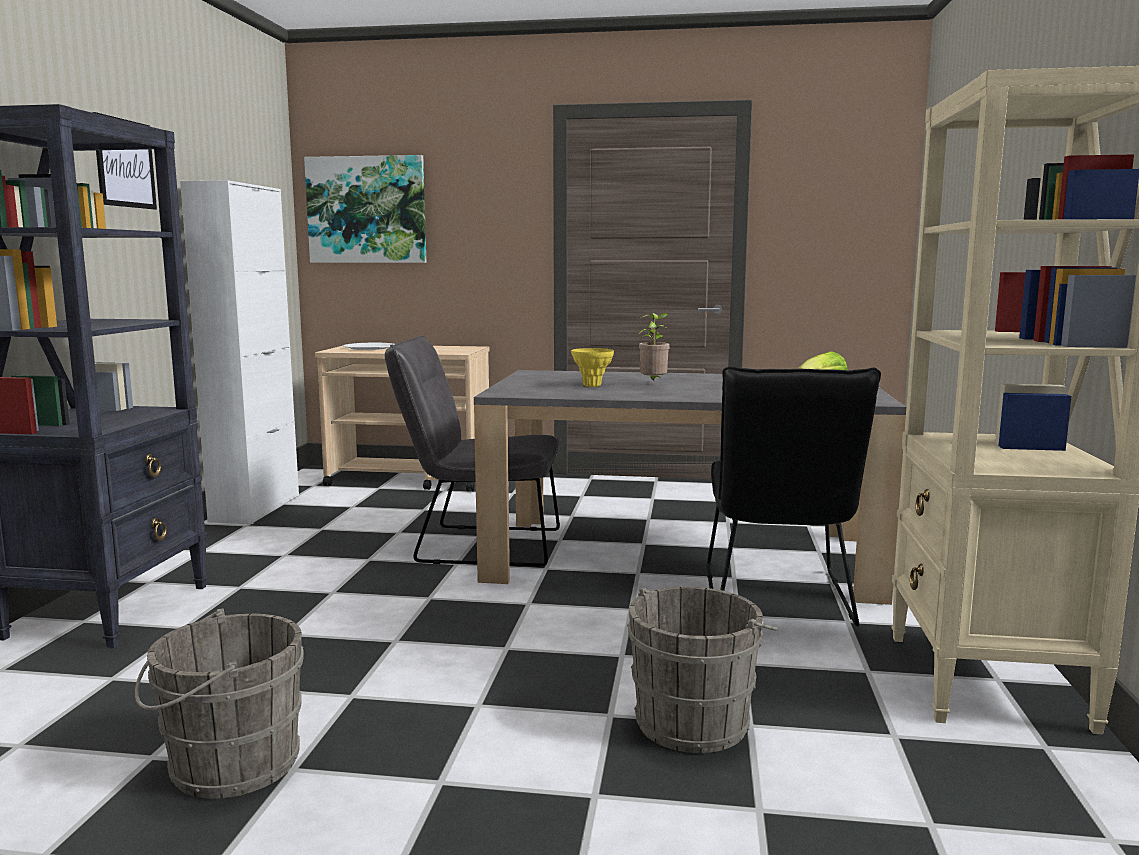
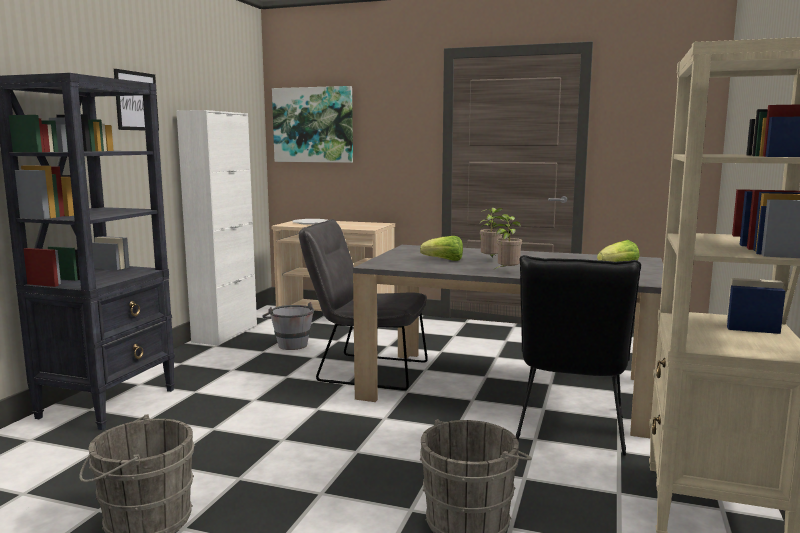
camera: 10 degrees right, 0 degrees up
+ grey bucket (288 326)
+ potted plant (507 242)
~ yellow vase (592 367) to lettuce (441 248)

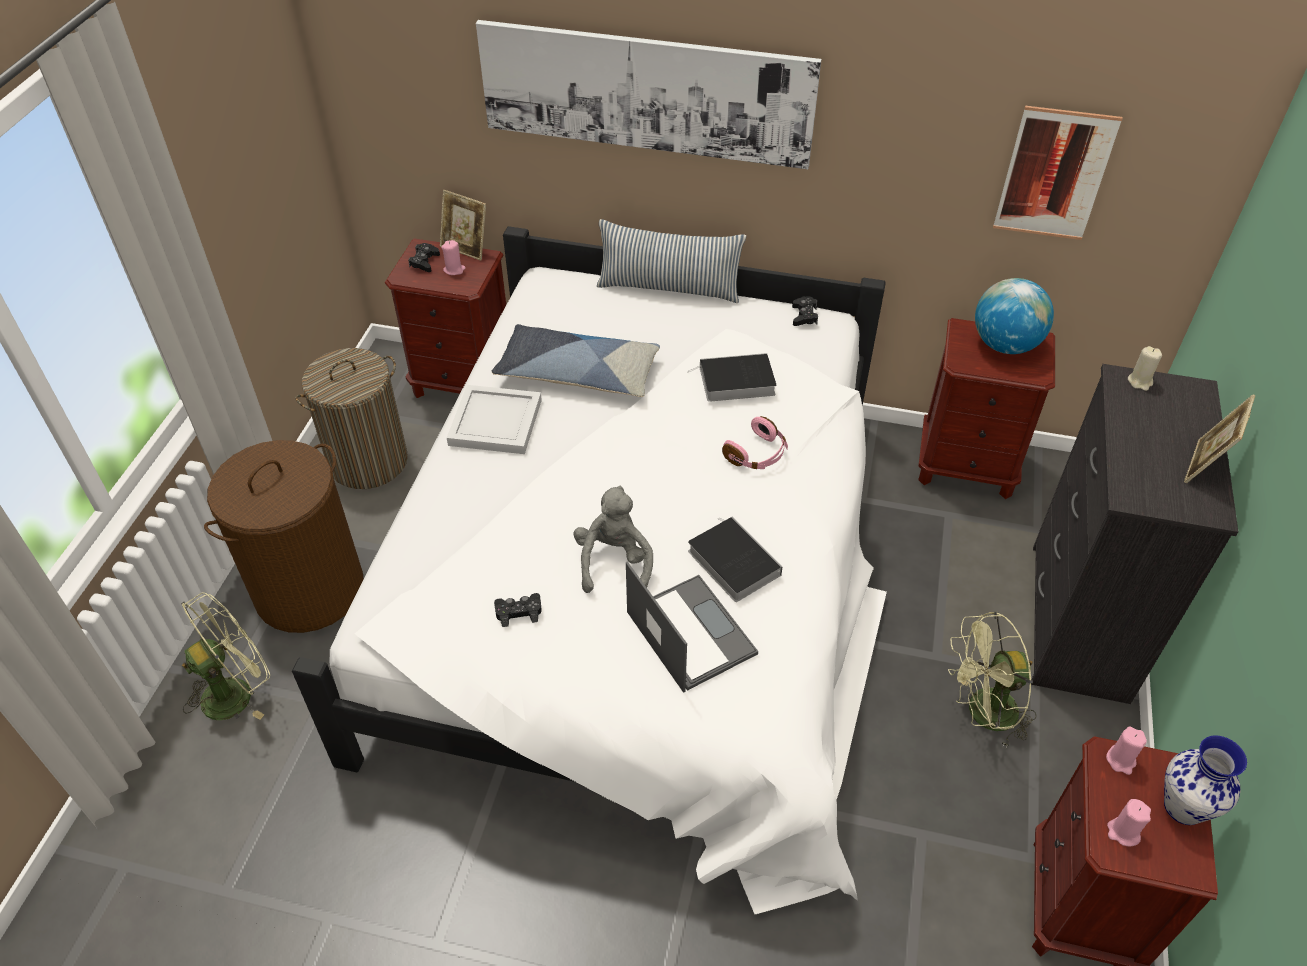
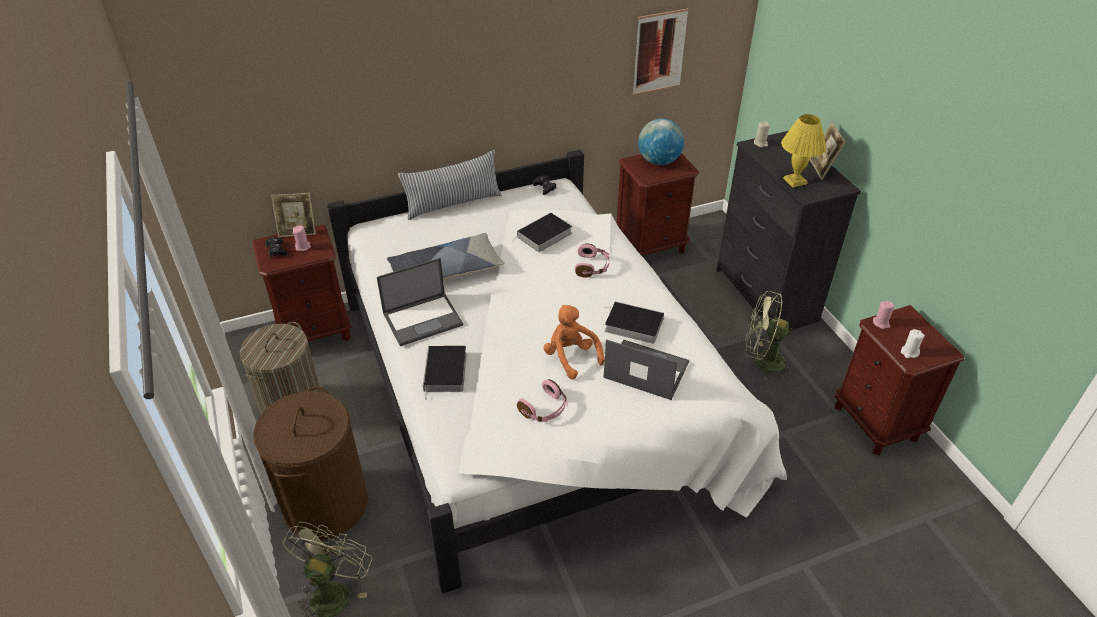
camera: 35 degrees left, 5 degrees down
- picture (649 94)
- vase (1205 780)
+ book (445 373)
+ yellow table lamp (803 151)
~ white tray (494 419) to laptop (420 302)
~ black game controller (518 610) to pink headphones (542 400)
~ grey plush toy (613 539) to orange plush toy (574 342)
~ pink candle (1129 822) to white candle (913 343)
~ green fan (992 680) = (770 335) 60 degrees clockwise

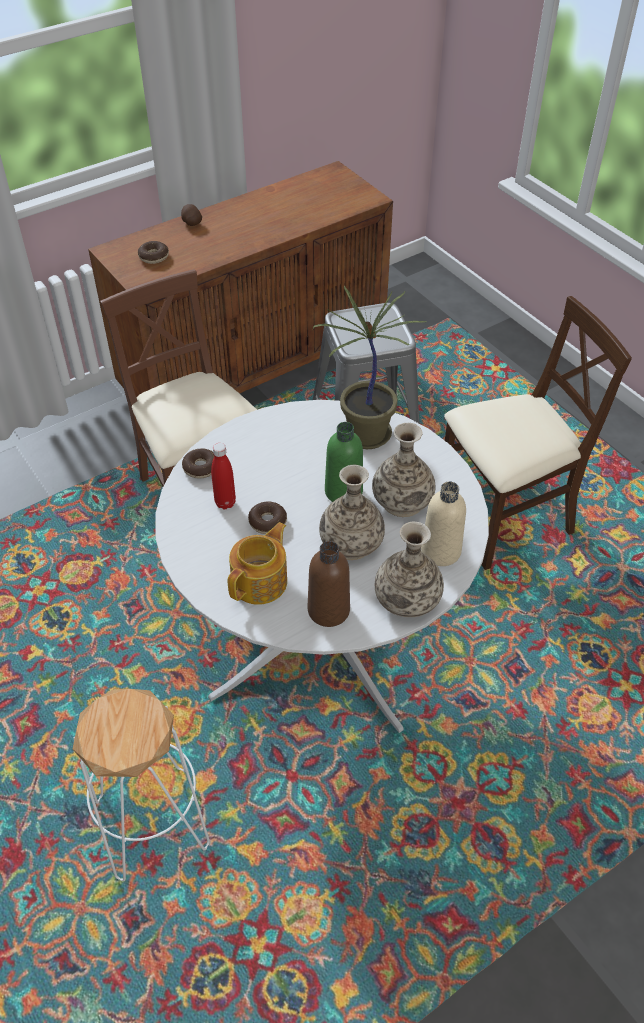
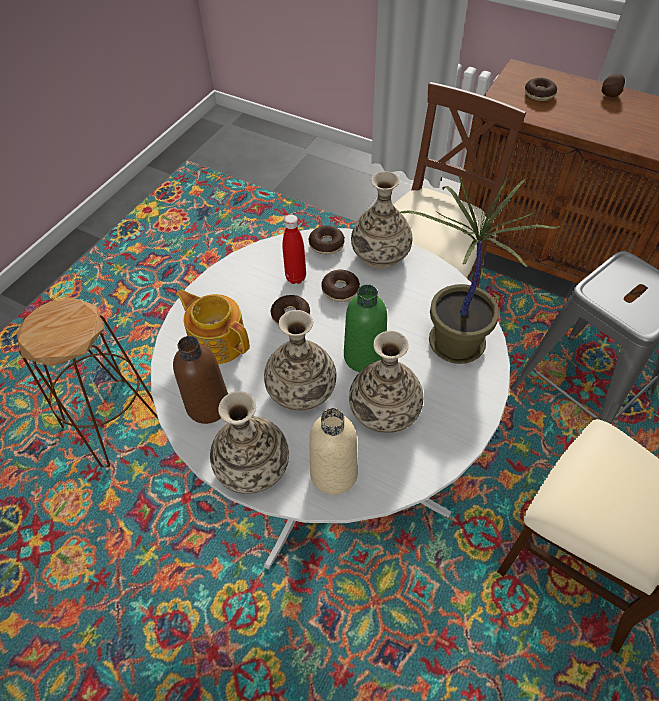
camera: 65 degrees right, 5 degrees up
+ donut (340 286)
+ vase (381 220)
~ white stool (141 785) to brown stool (87 383)
~ teapot (257 563) = (212 326) 150 degrees counterclockwise

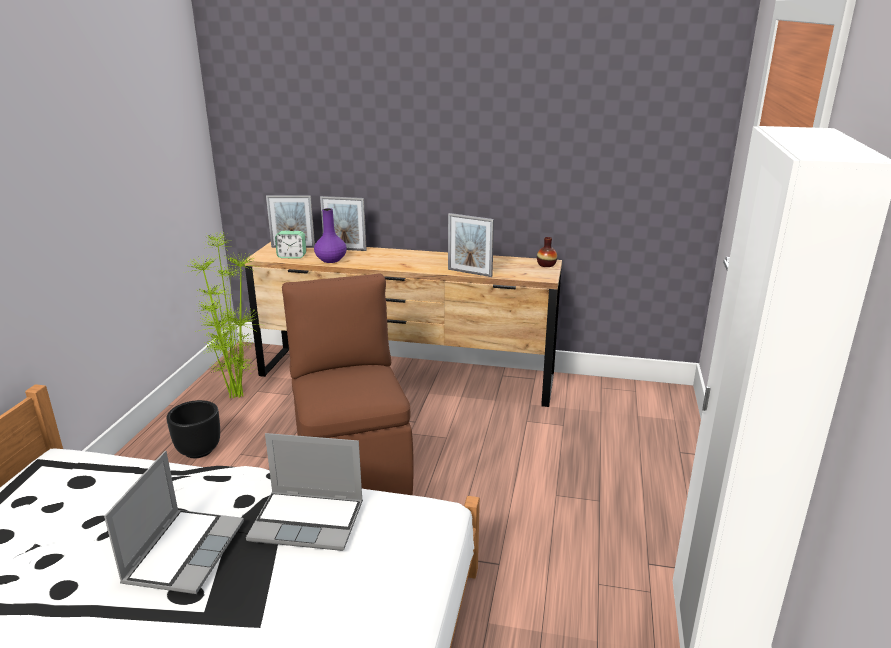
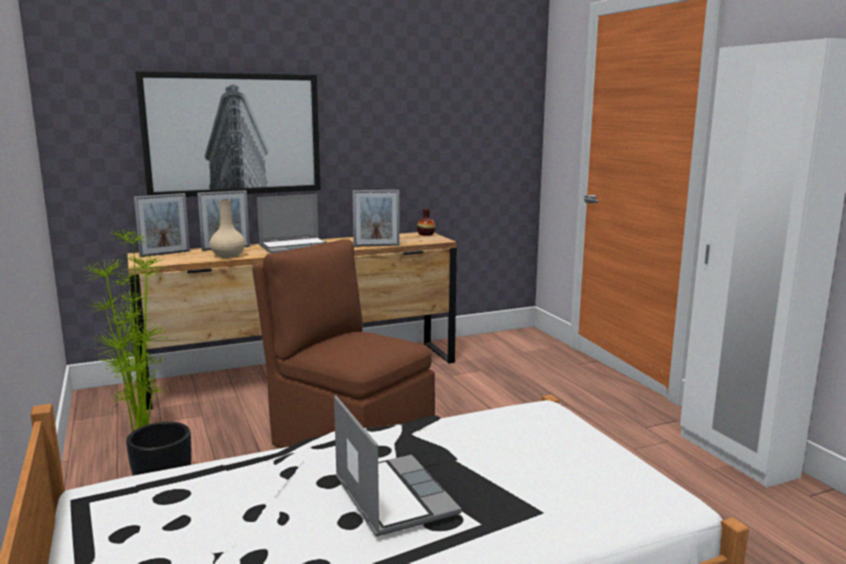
camera: 35 degrees left, 10 degrees down
- alarm clock (290 245)
+ picture (228 134)
~ laptop (304 492) to (292 223)
~ purple vase (330 235) to beige vase (228 228)

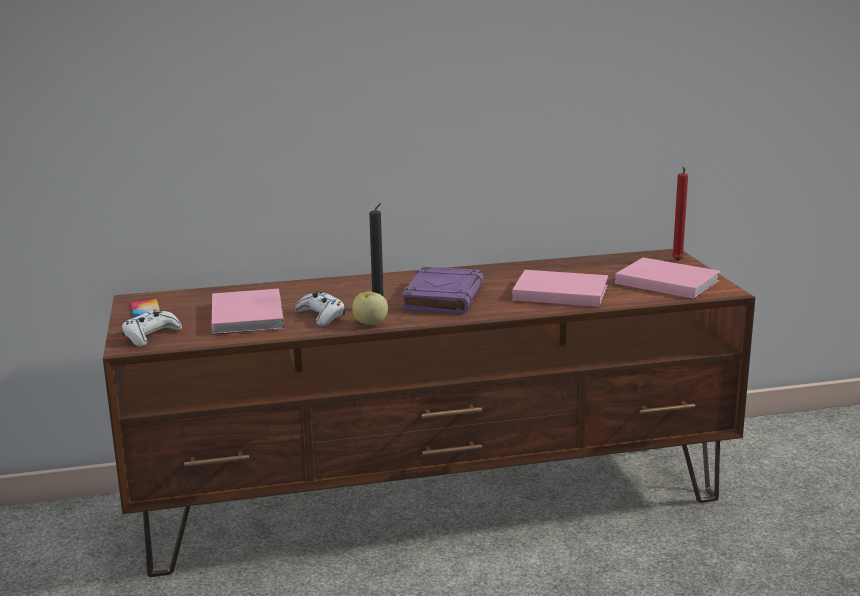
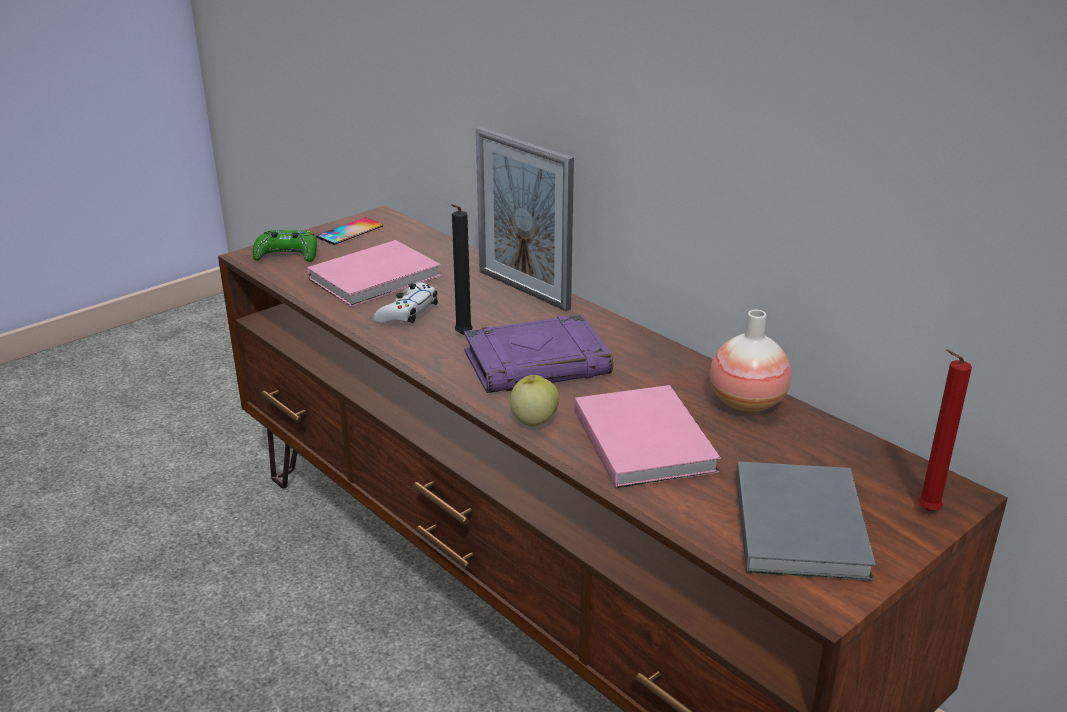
camera: 60 degrees right, 10 degrees up
+ picture frame (525 219)
+ vase (750 361)
~ apple (370 308) to (534 400)
~ white game controller (152 328) to green game controller (285 246)
~ pink book (667 278) to grey book (806 521)

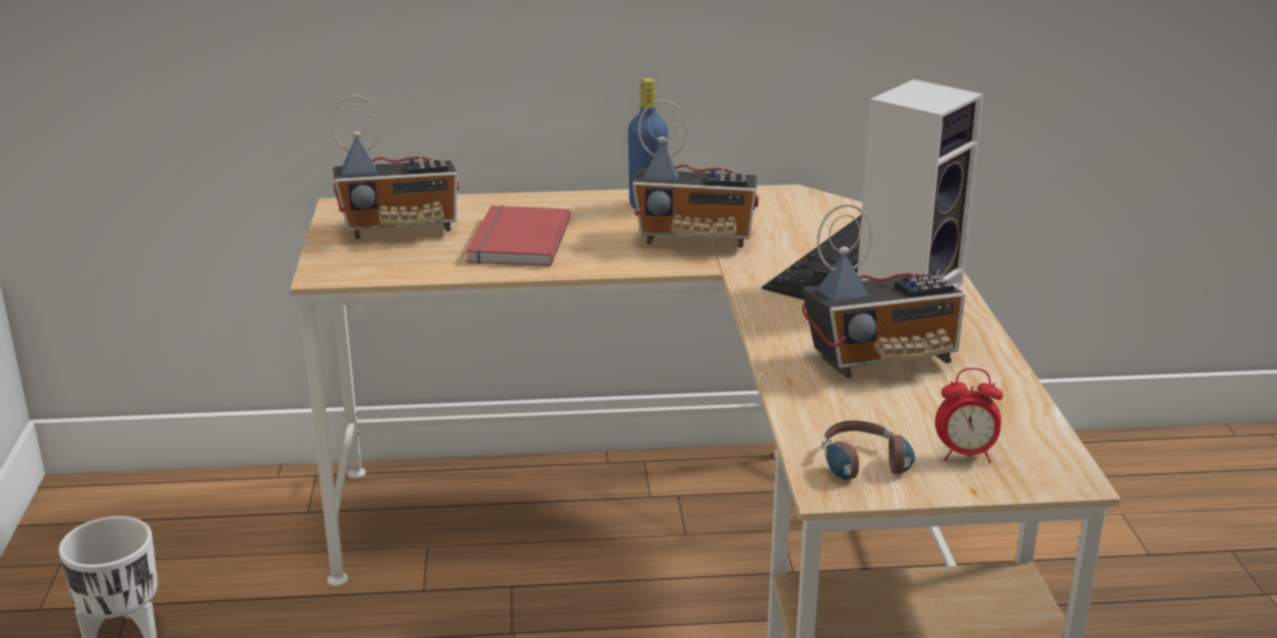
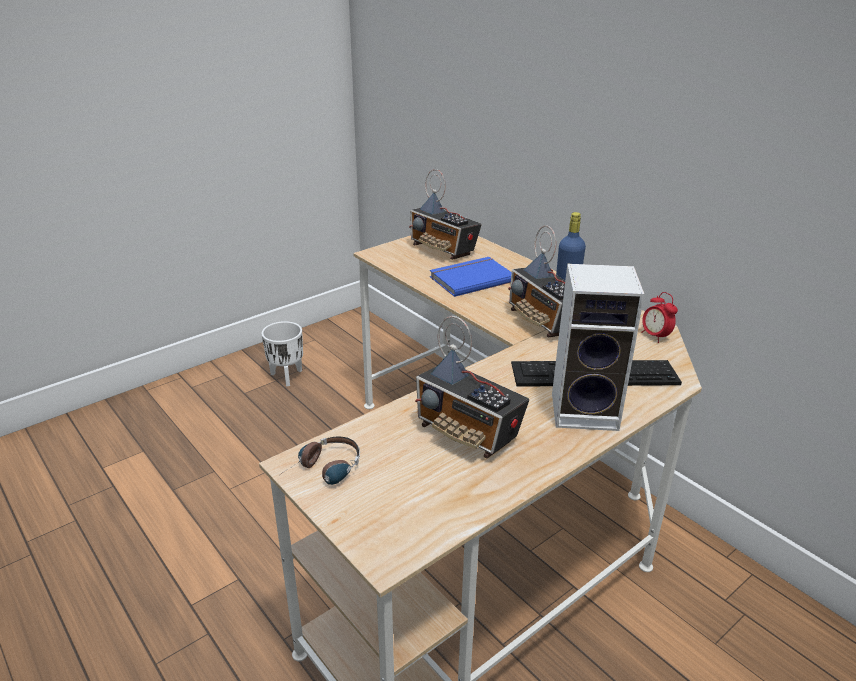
camera: 55 degrees right, 5 degrees up
~ alarm clock (969 415) to (659 317)
~ red book (519 235) to blue book (471 277)

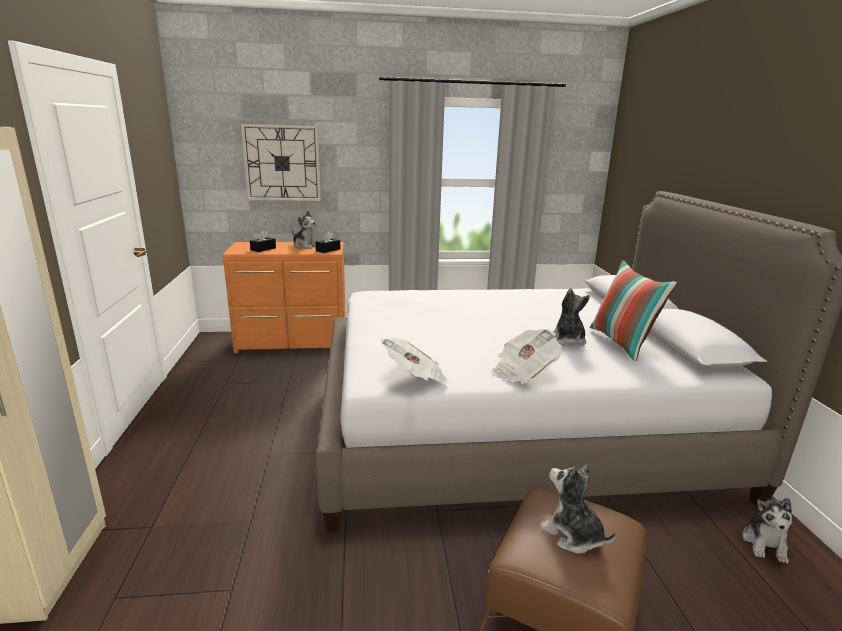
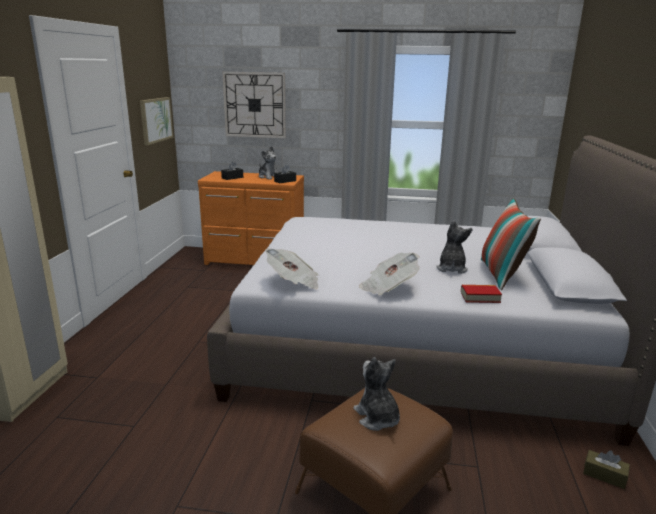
camera: 15 degrees right, 0 degrees up
+ picture (156 121)
+ book (481 294)
~ plush toy (767 530) to brown tissue box (606 469)

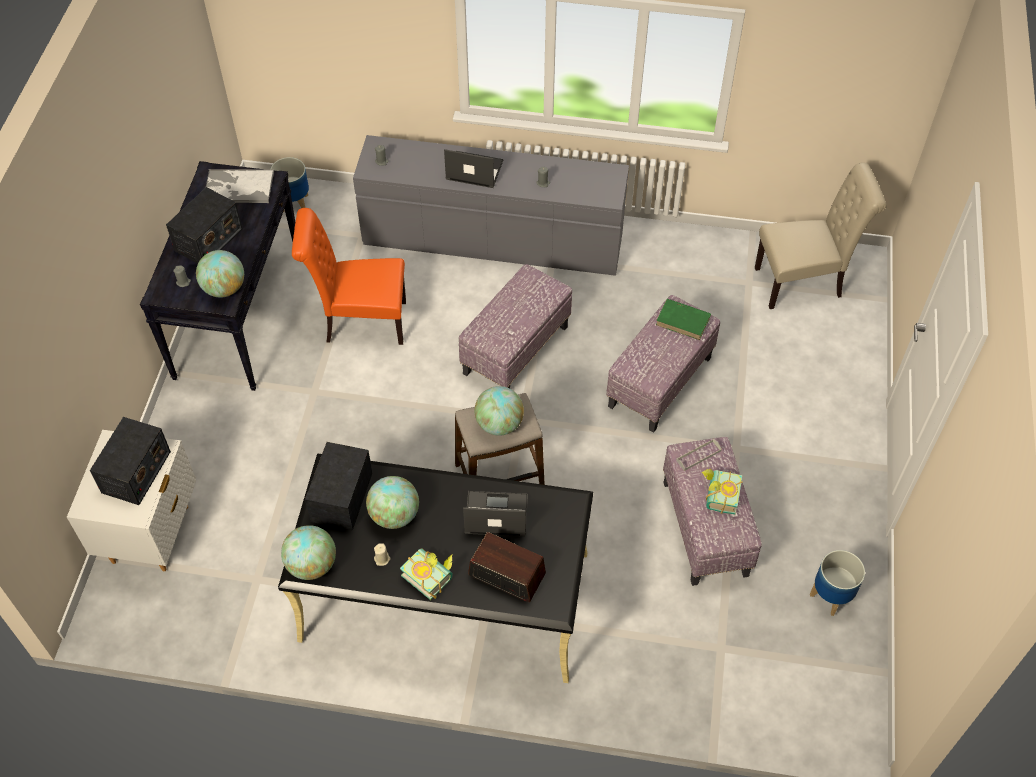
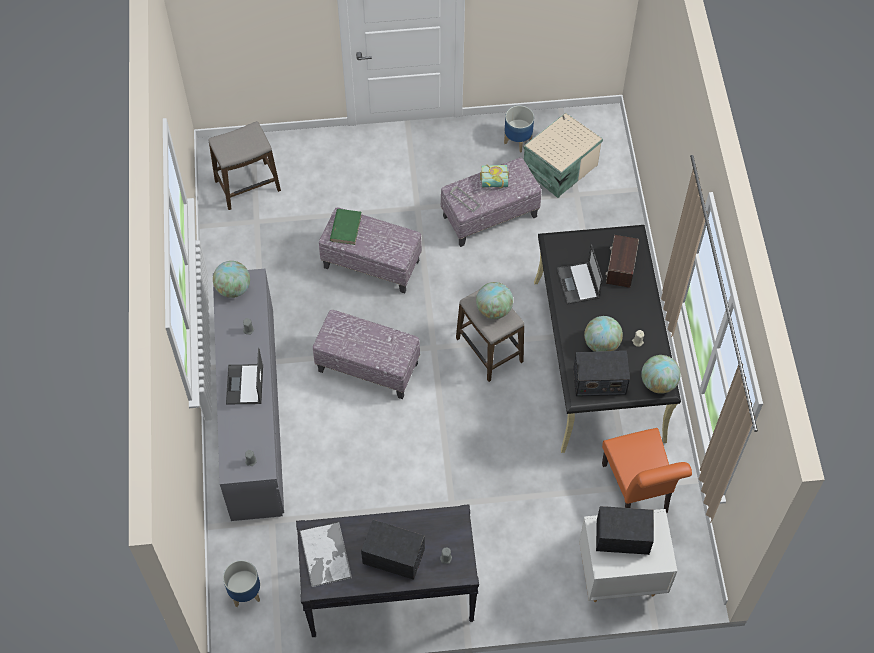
camera: 105 degrees left, 5 degrees up
- book (426 574)
+ beige storage box (563 155)
~ globe (220 273) to (231 279)
~ orange chair (349 276) to (647 470)
~ beige chair (821 235) to stool (245 165)

